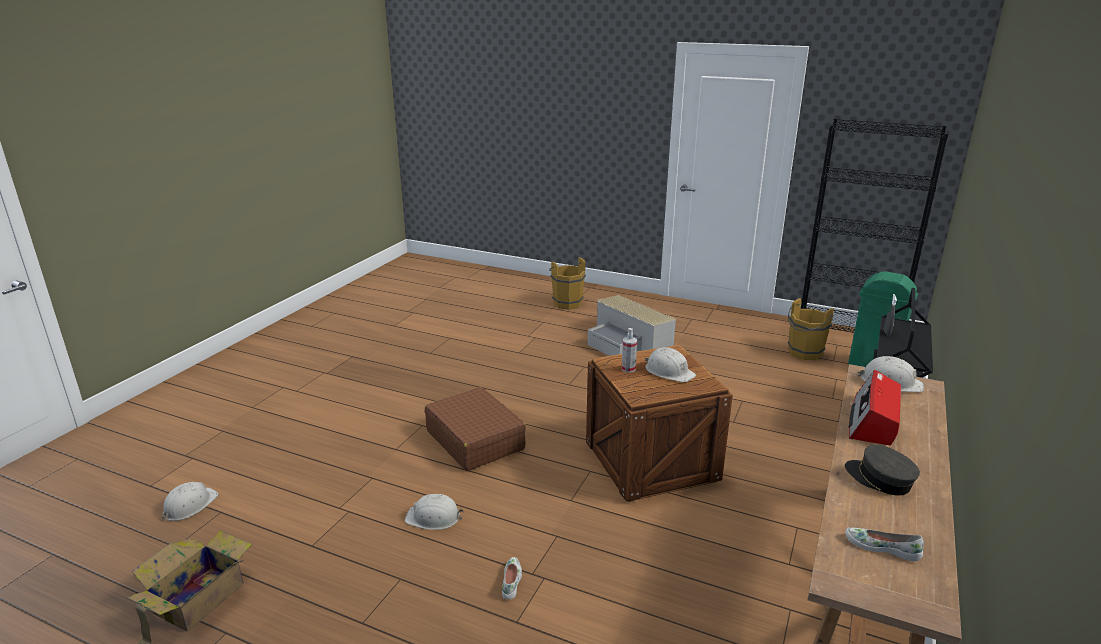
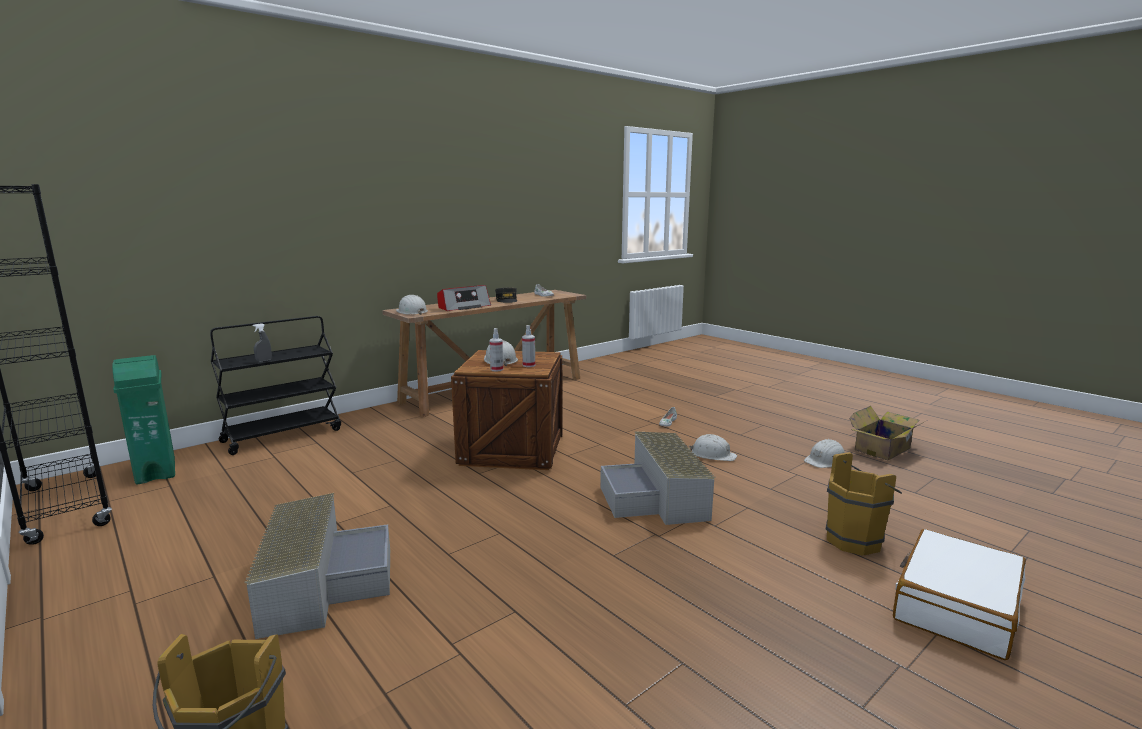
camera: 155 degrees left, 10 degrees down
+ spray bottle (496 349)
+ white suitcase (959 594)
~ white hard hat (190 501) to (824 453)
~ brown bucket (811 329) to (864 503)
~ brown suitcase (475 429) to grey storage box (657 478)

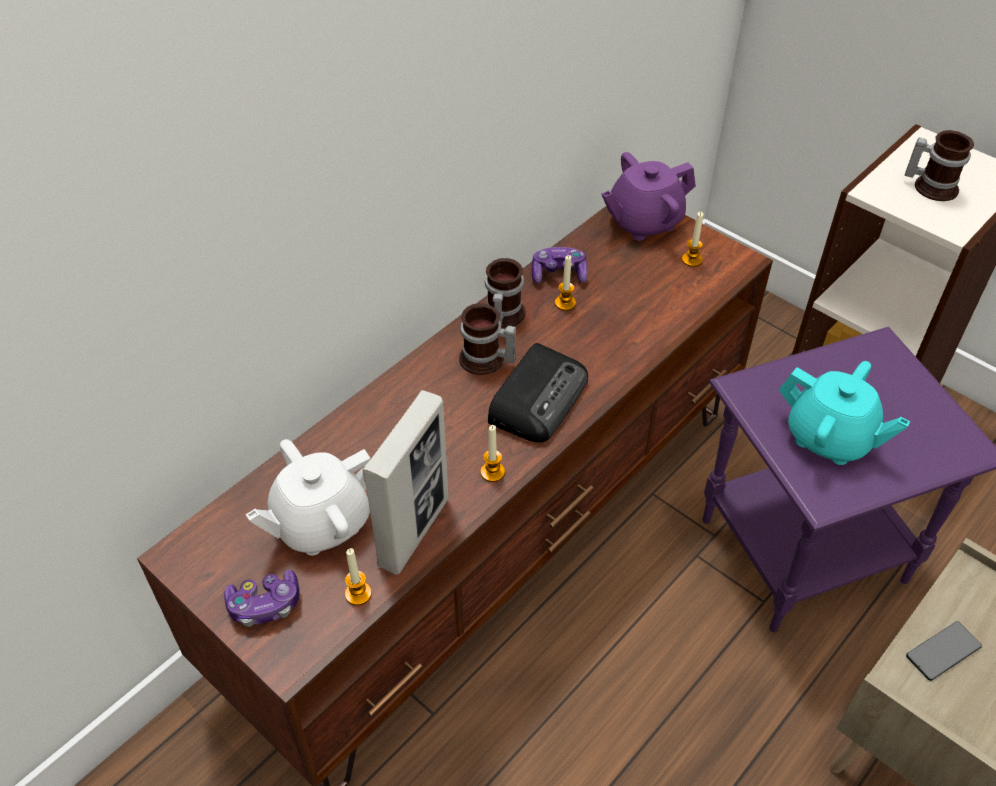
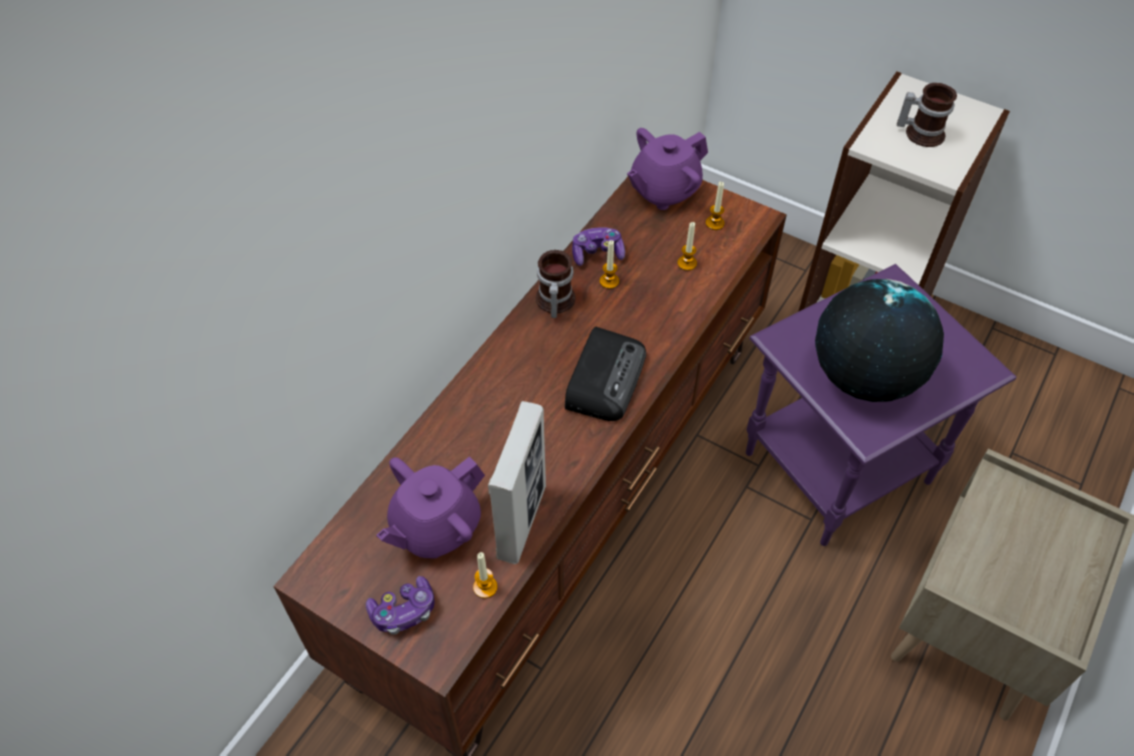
camera: 10 degrees left, 5 degrees up
- mug (487 339)
- phone (944 651)
~ candle (492 453) to (687 246)
~ turquoise teapot (844 413) to globe (879 340)
~ white teapot (308 497) to purple teapot (430 508)

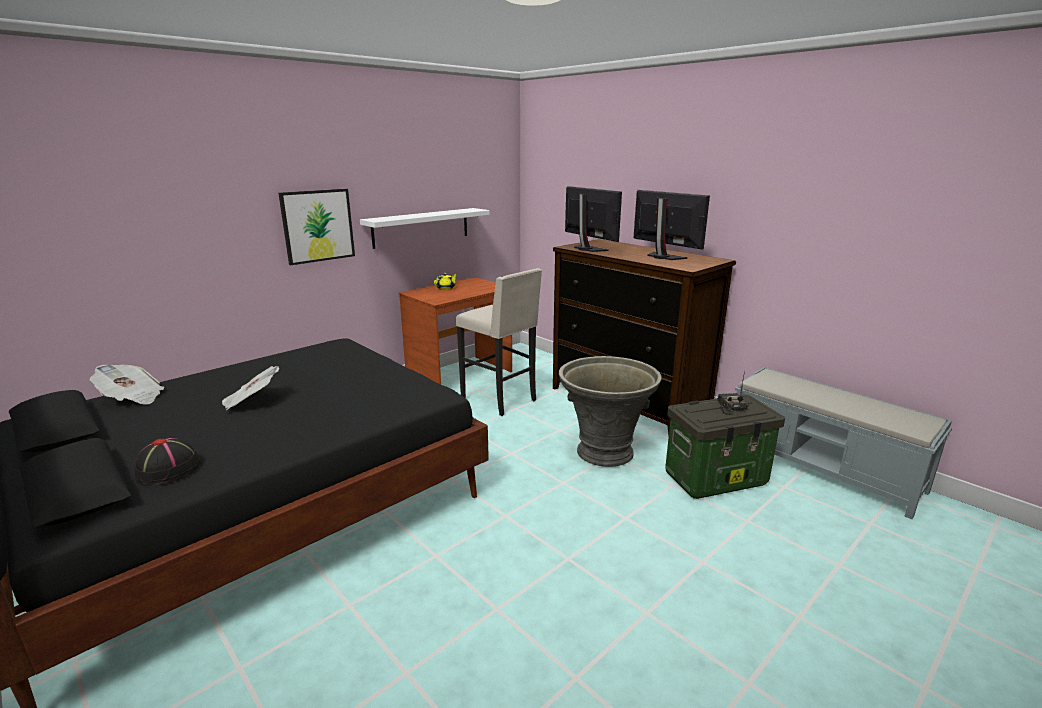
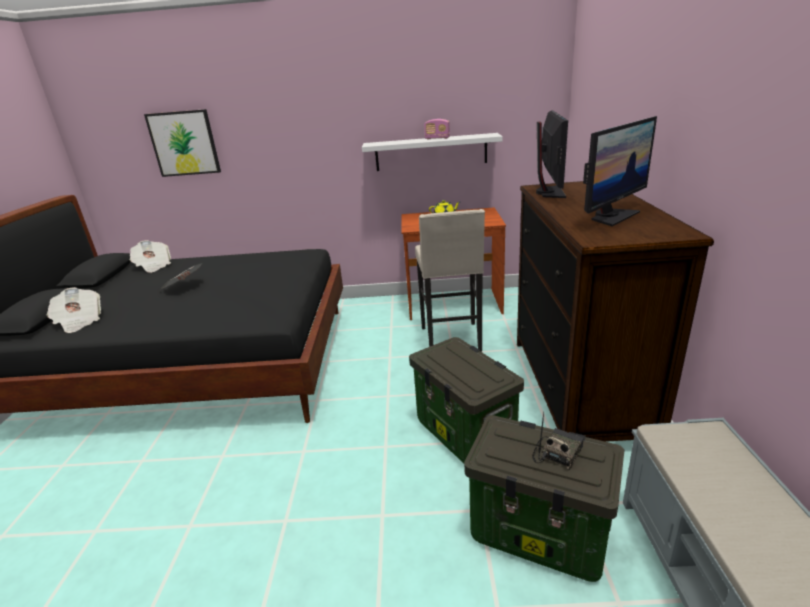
camera: 45 degrees right, 5 degrees up
+ radio (437 129)
~ picture (316 227) to (182 143)
~ black hat (168 461) to newspaper (74 310)
~ grey planter (610 411) to storage box (466 400)
~ monitor (672 225) = (620 171) 45 degrees clockwise

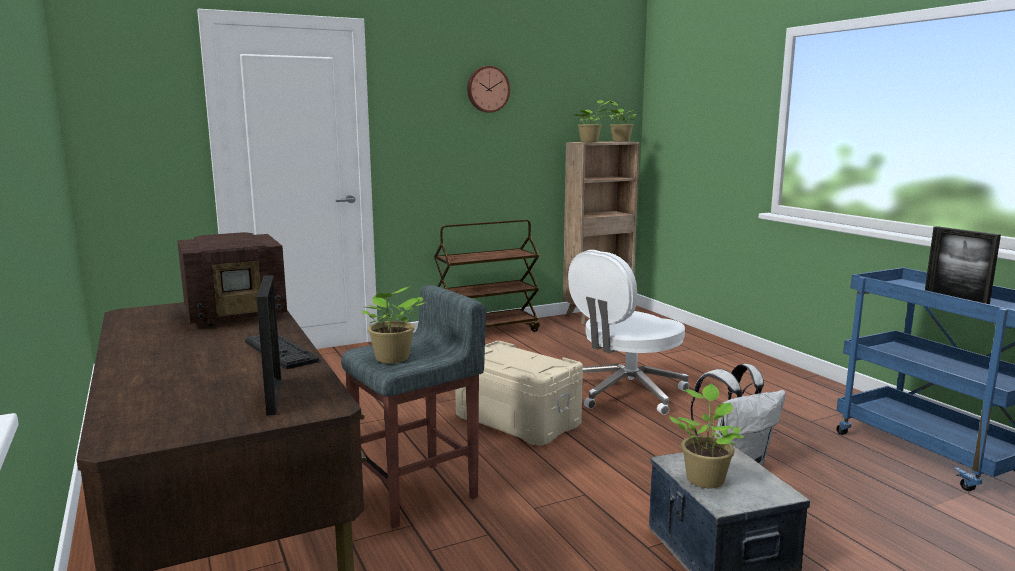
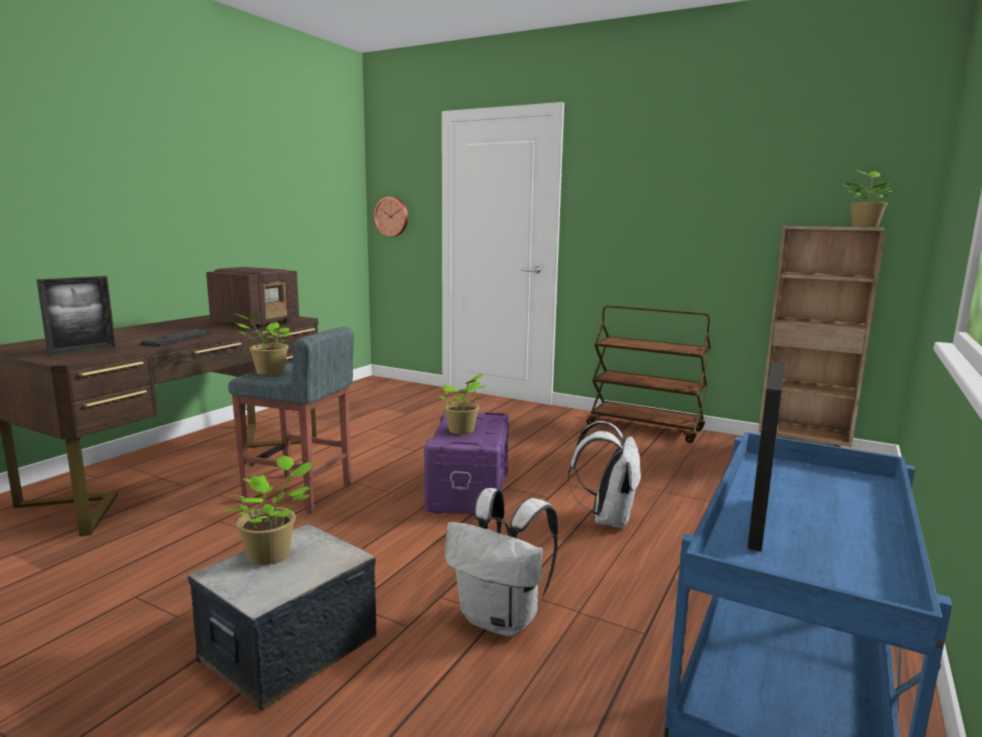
camera: 55 degrees right, 0 degrees up
~ wall clock (488 89) to (391 217)
~ potted plant (592 121) to (462 404)
~ white office chair (628 332) to white backpack (604 475)
~ beige storage box (519 393) to purple storage box (466 464)
~ radio (232 279) = (252 297) 90 degrees counterclockwise

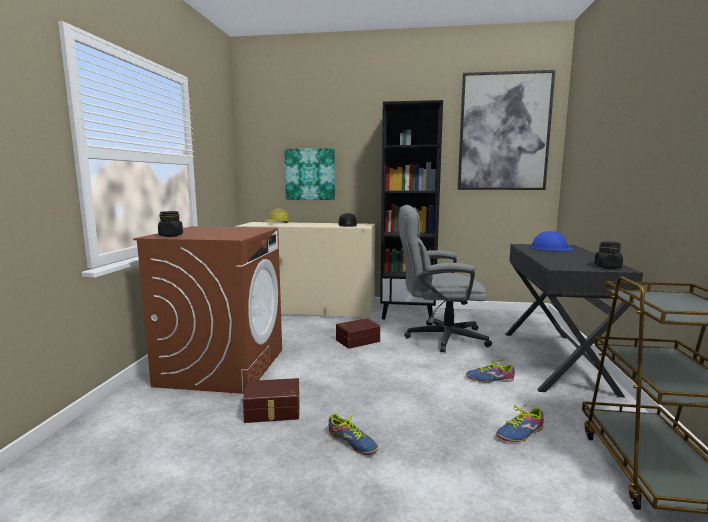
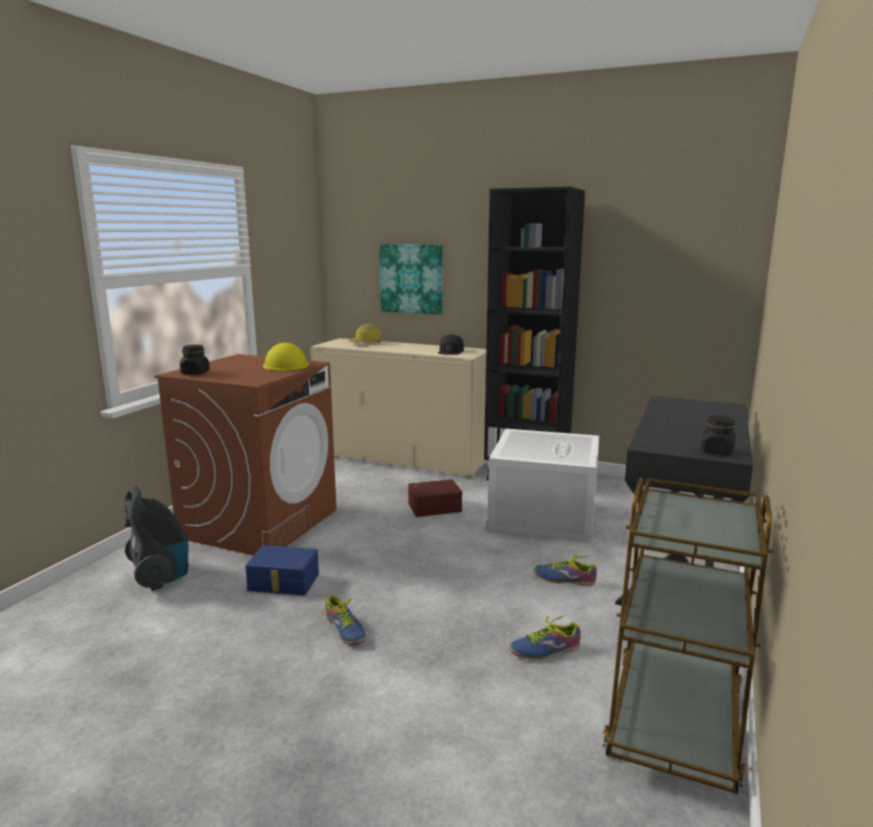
camera: 15 degrees right, 5 degrees up
- picture (506 130)
- blue hard hat (552 241)
+ vacuum cleaner (156 538)
+ yellow hard hat (286 357)
~ grey office chair (445 279) to white storage box (543 486)
~ brown storage box (271 400) to blue storage box (282 570)

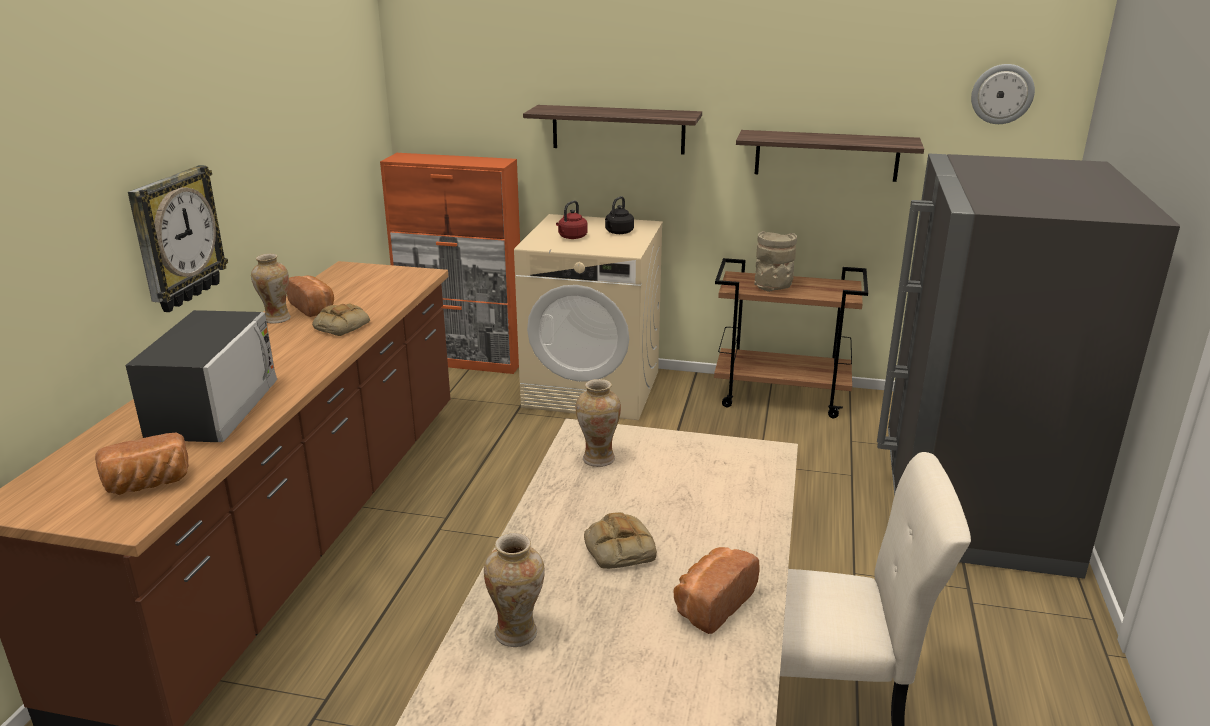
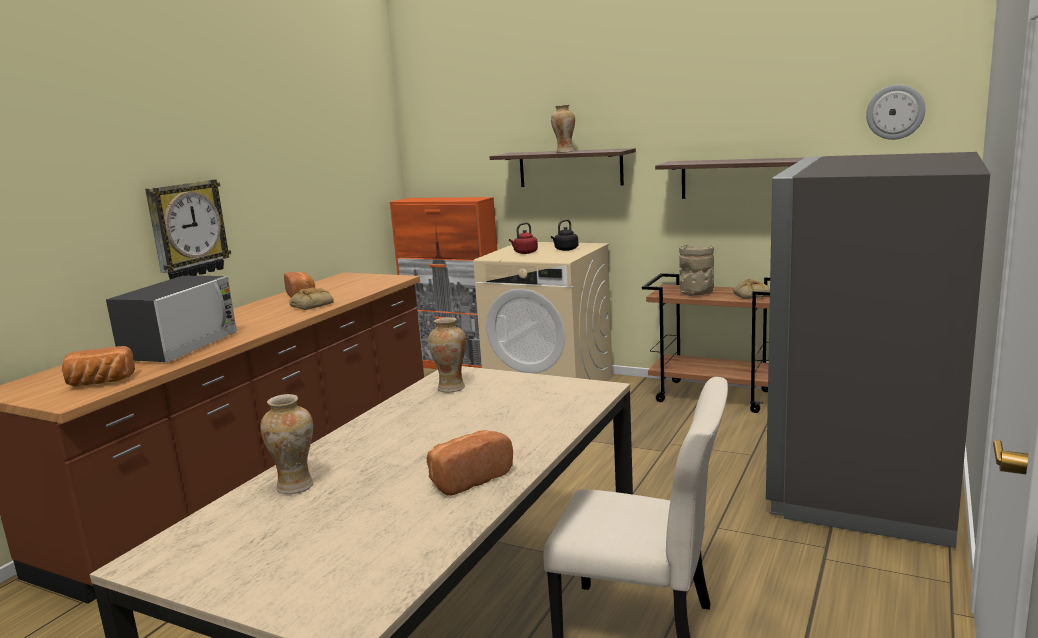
camera: 15 degrees right, 10 degrees down
~ vase (271 289) to (563 129)
~ bread (620 540) to (751 289)

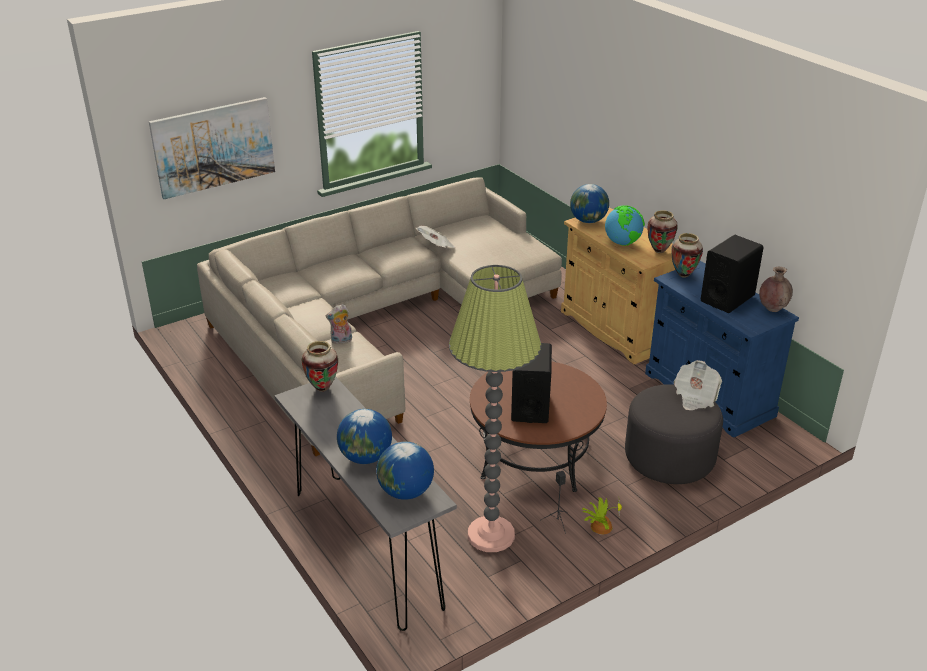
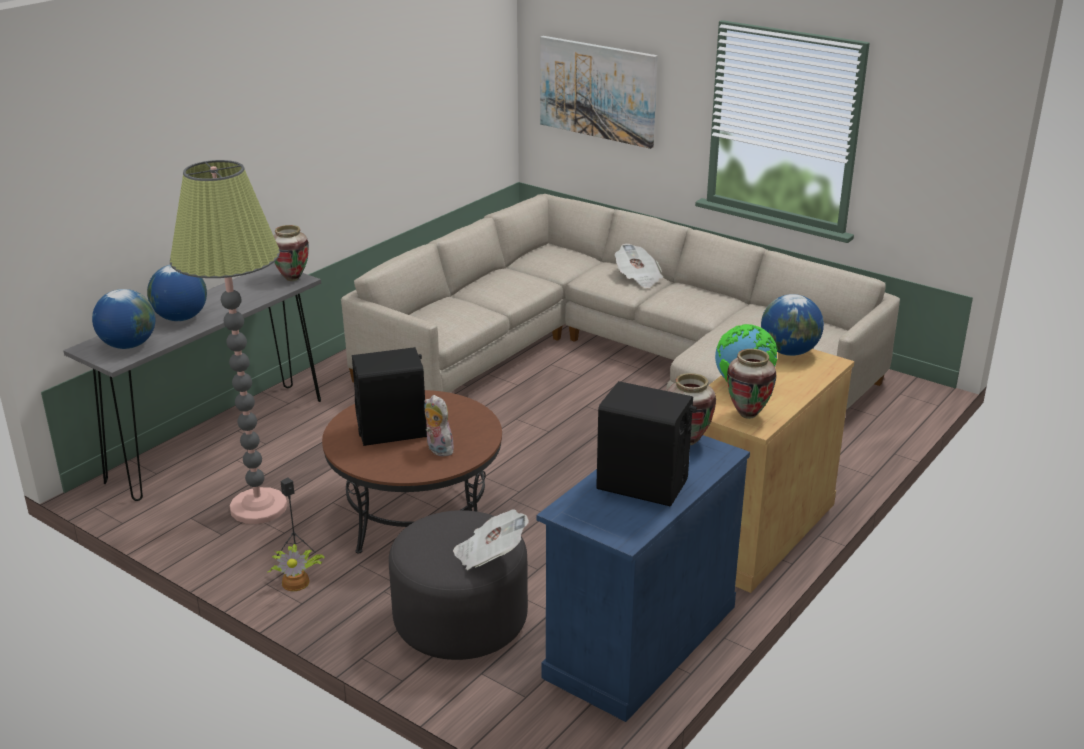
camera: 70 degrees right, 5 degrees down
- brown vase (776 289)
~ plush toy (339 324) to (439 426)
~ newspaper (436 237) to (639 265)

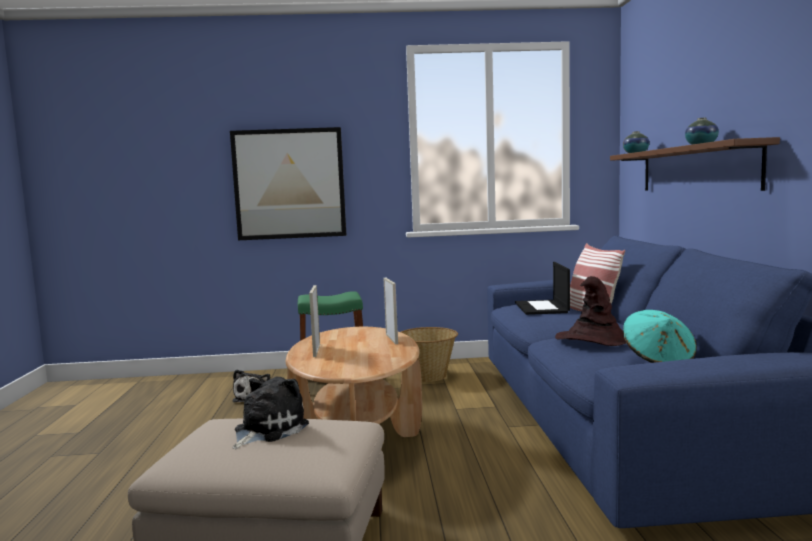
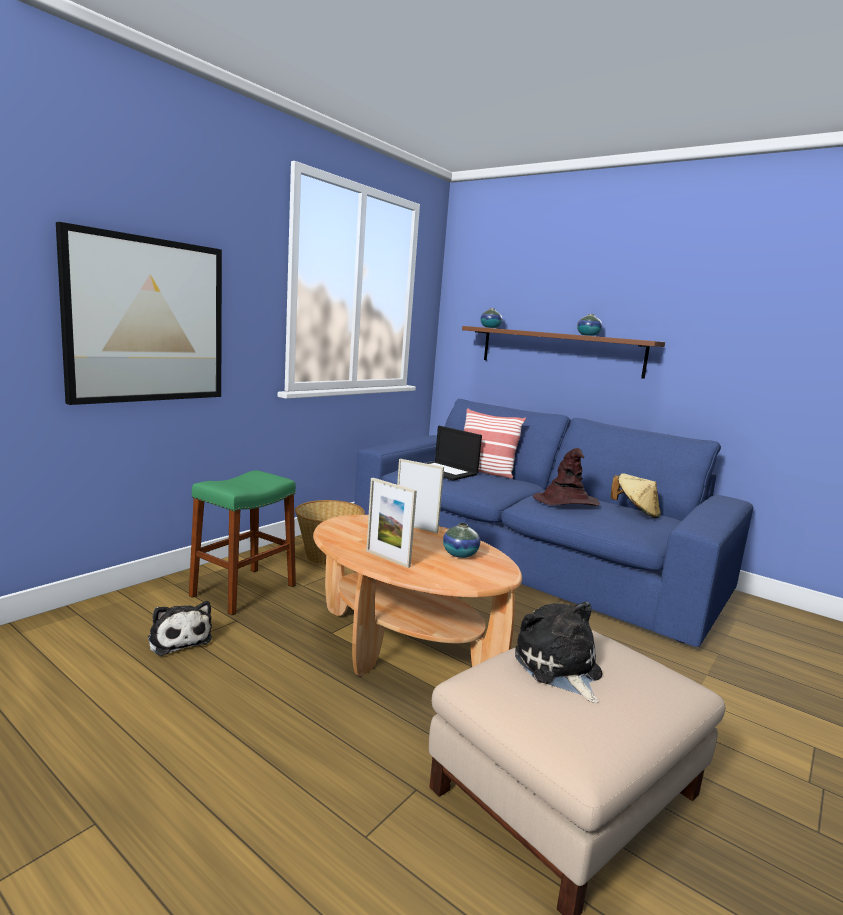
camera: 50 degrees left, 5 degrees up
+ vase (461 540)
~ turquoise hat (660 336) to beige hat (636 496)

